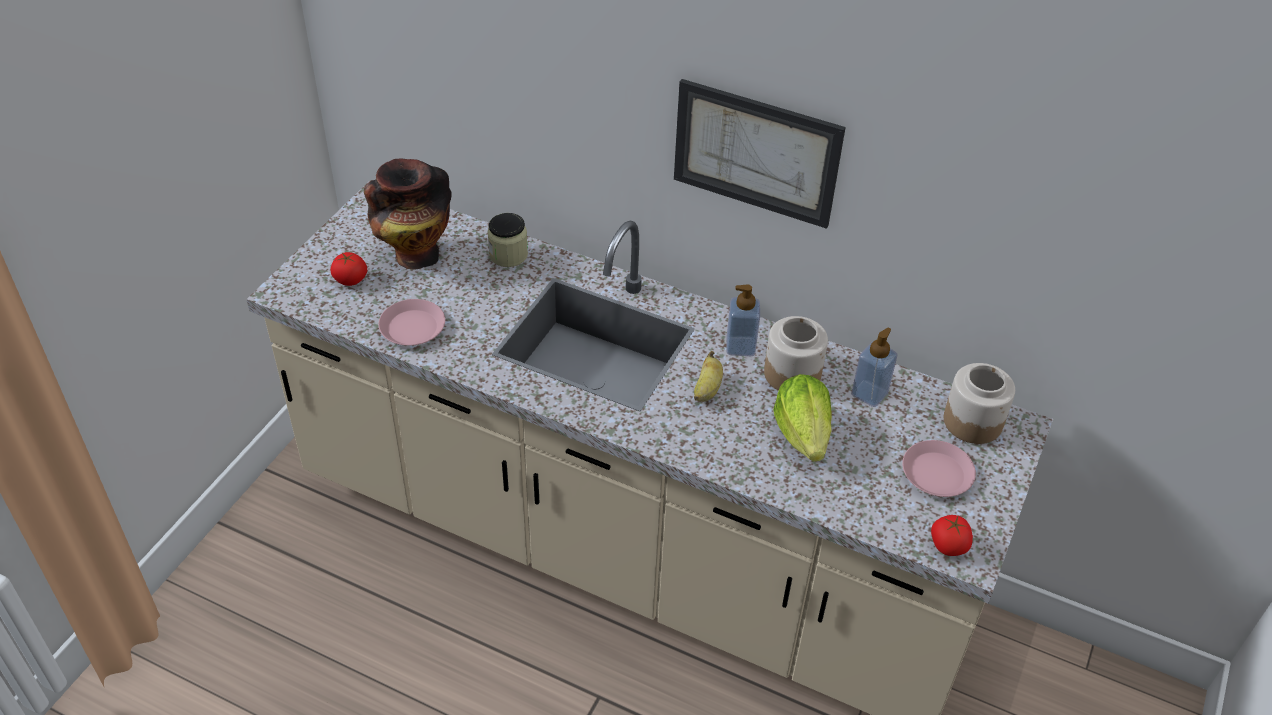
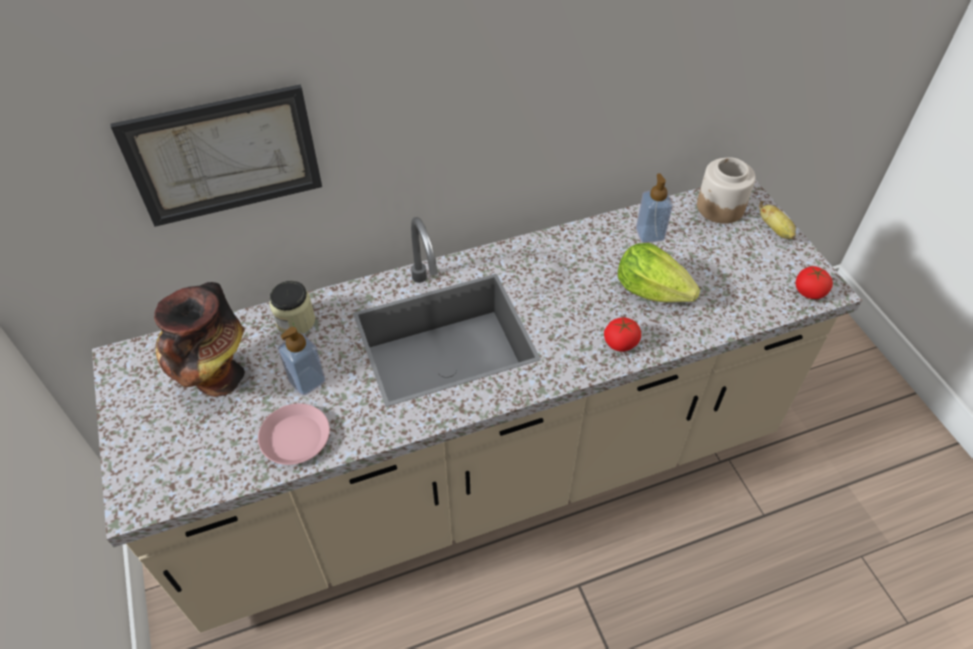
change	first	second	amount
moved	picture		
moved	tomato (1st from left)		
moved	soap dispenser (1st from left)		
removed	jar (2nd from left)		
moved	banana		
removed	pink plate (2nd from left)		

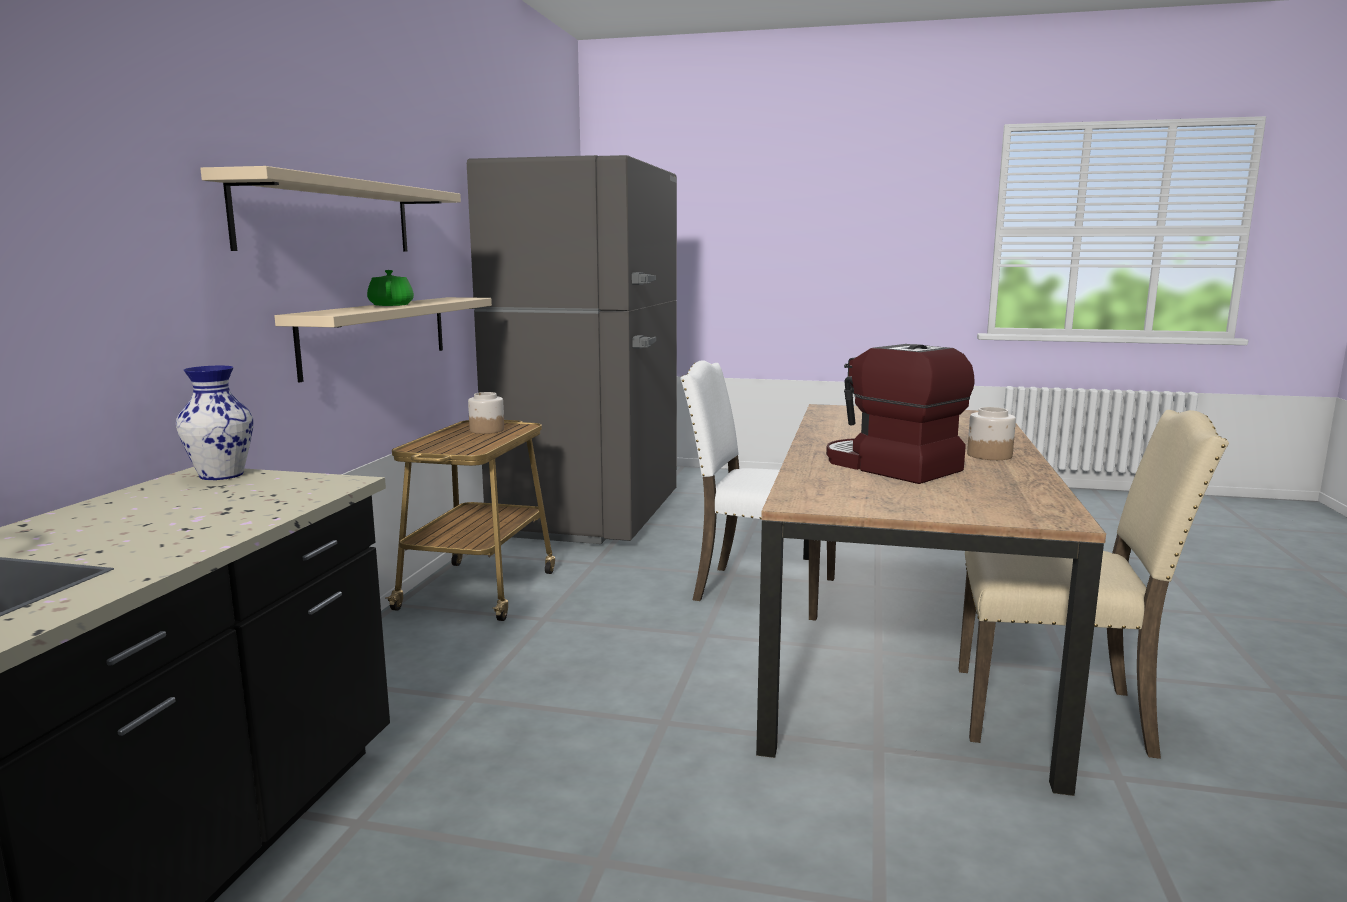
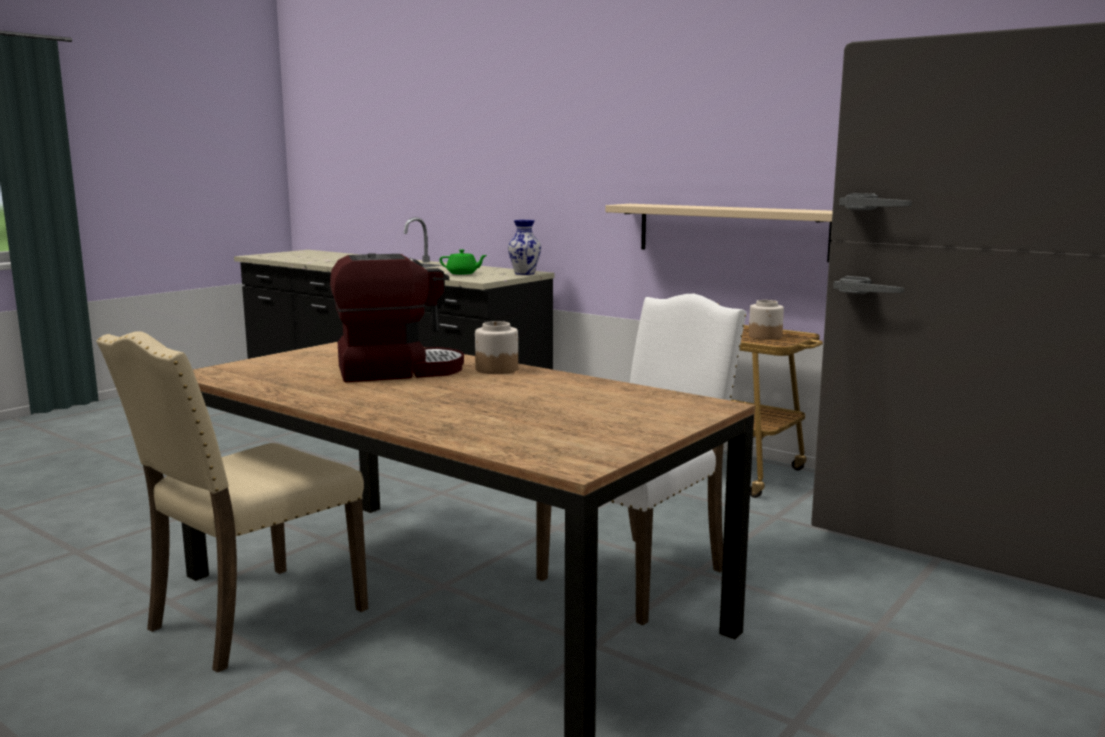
change	first	second	amount
removed	beige shelf (1st from left)		
moved	green teapot		
moved	jar (2nd from left in the first image)	jar (1st from left)	

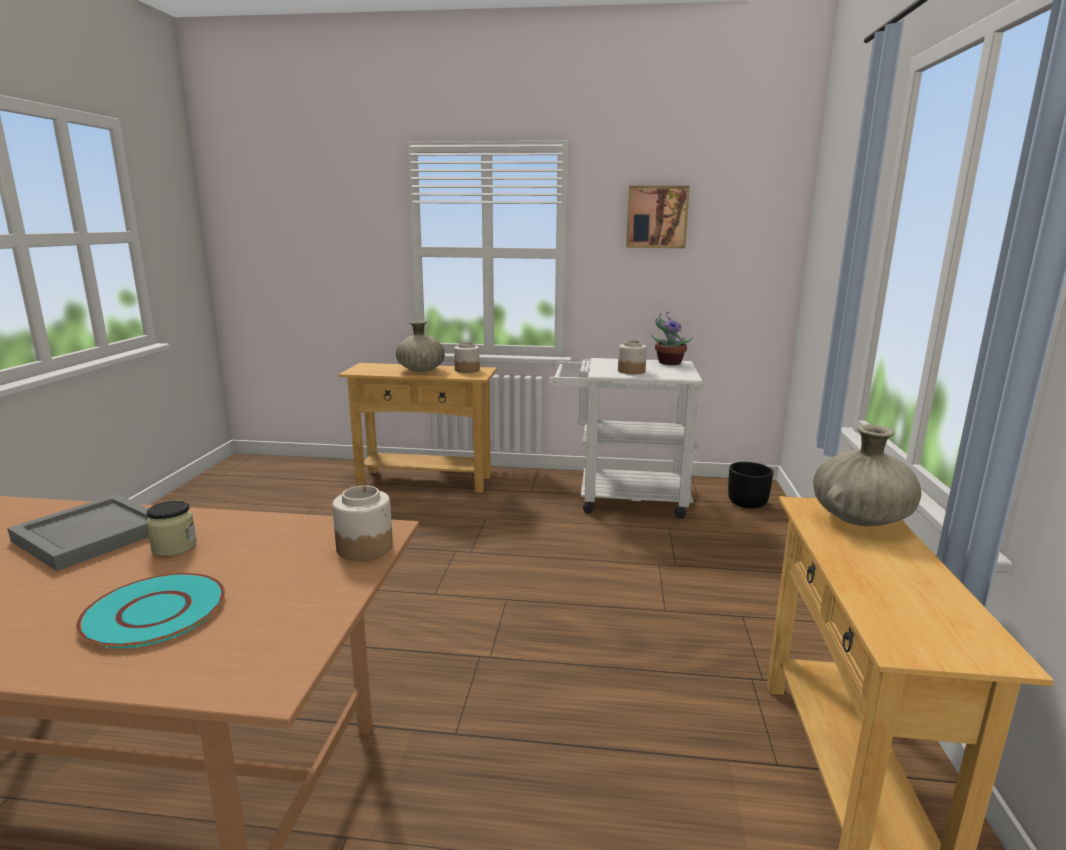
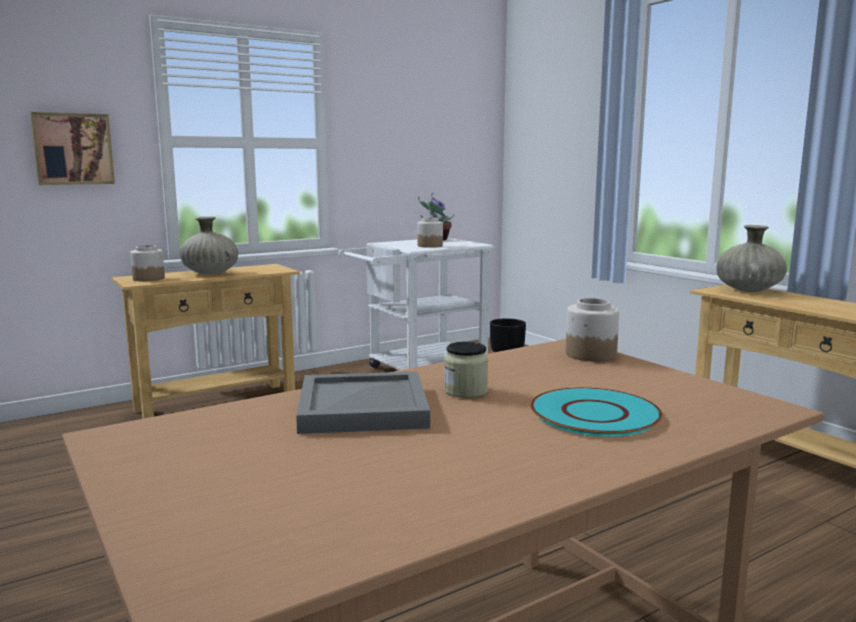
change	first	second	amount
moved	picture		
moved	jar (3rd from left in the first image)	jar (1st from left)	

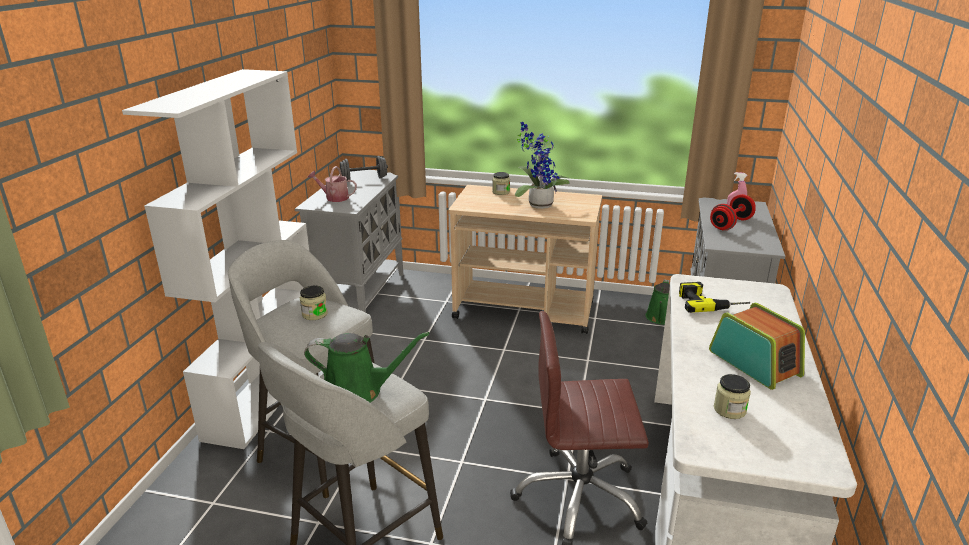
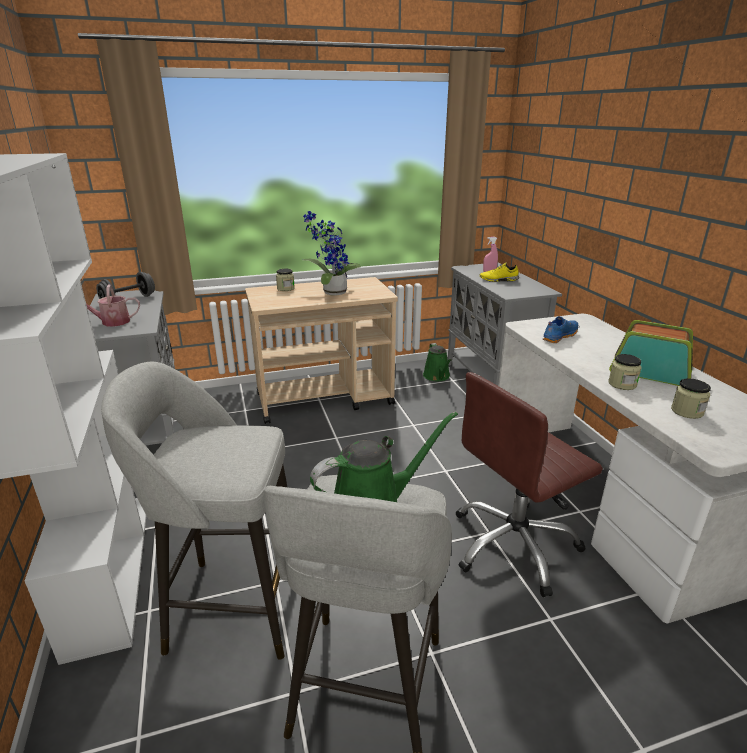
change	first	second	amount
replaced	red dumbbell	yellow shoe	
replaced	power drill	blue shoe	
moved	jar (1st from left in the first image)	jar (2nd from left)	

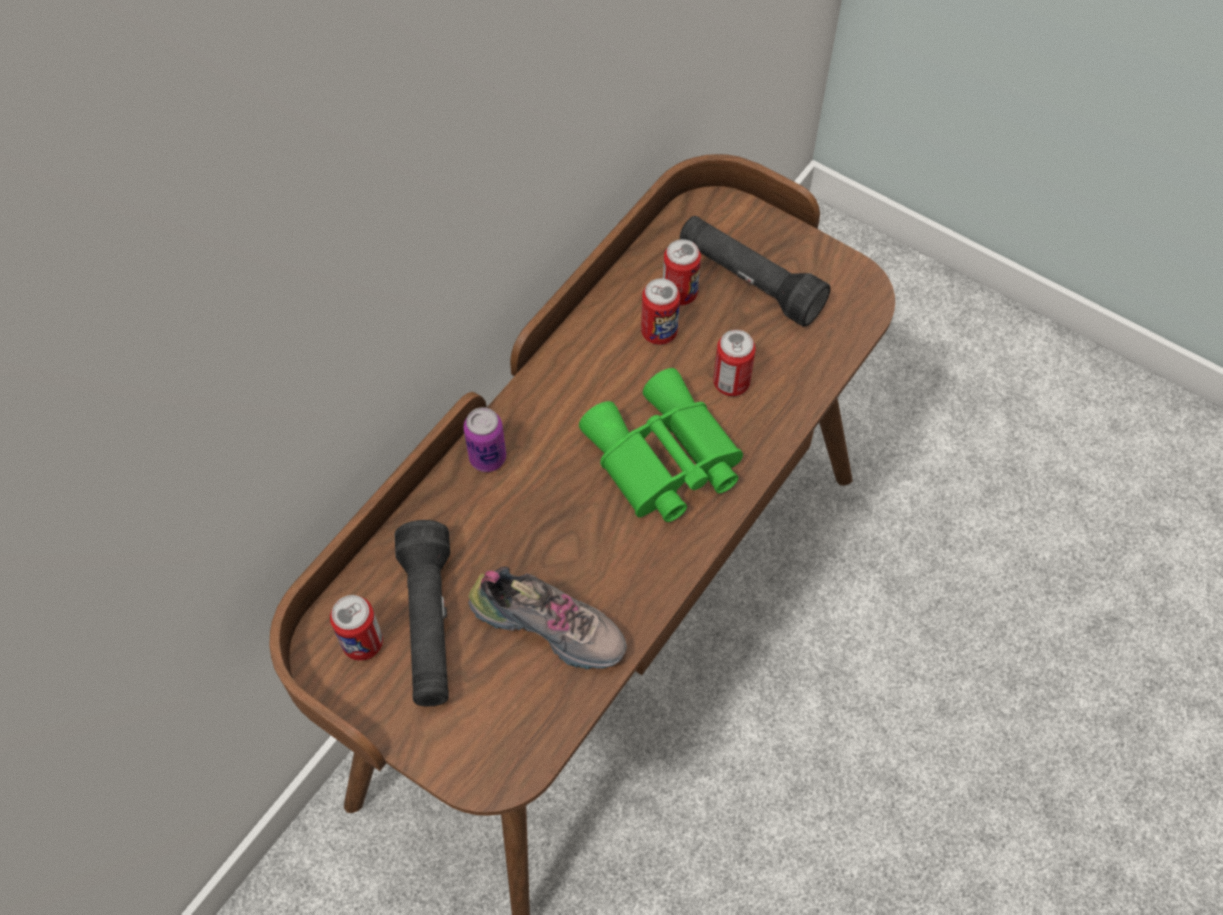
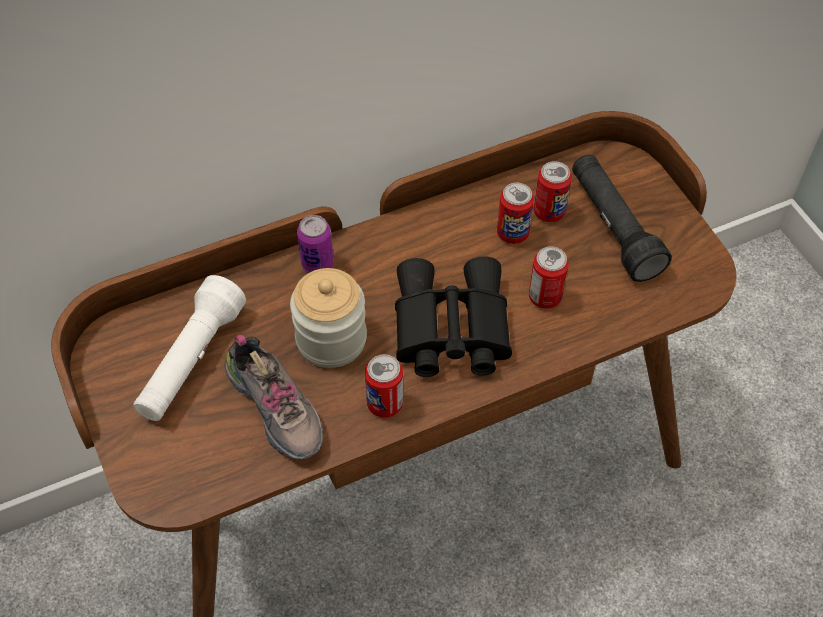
change	first	second	amount
recoloured	green binoculars	black binoculars	
recoloured	black flashlight (1st from left)	white flashlight	
moved	can (1st from left in the first image)	can (2nd from left)	
added		jar	

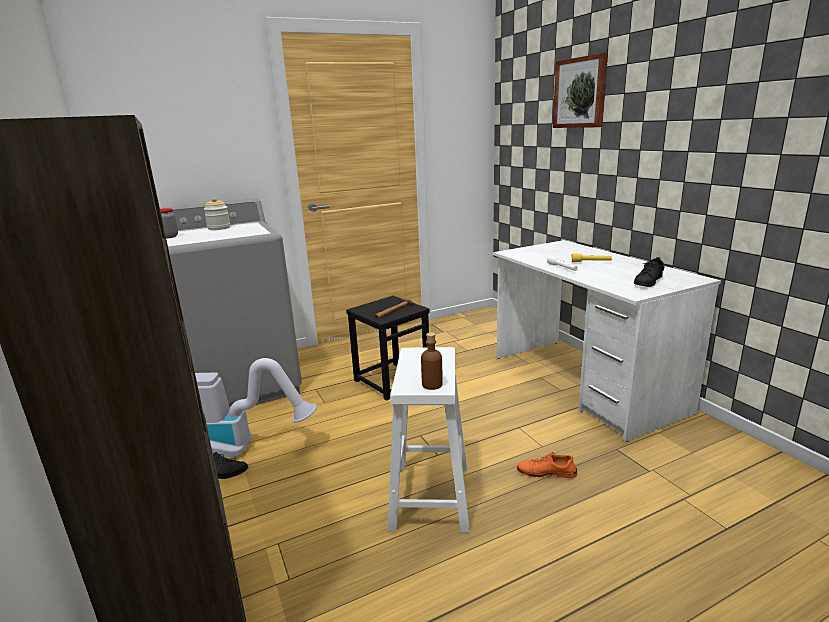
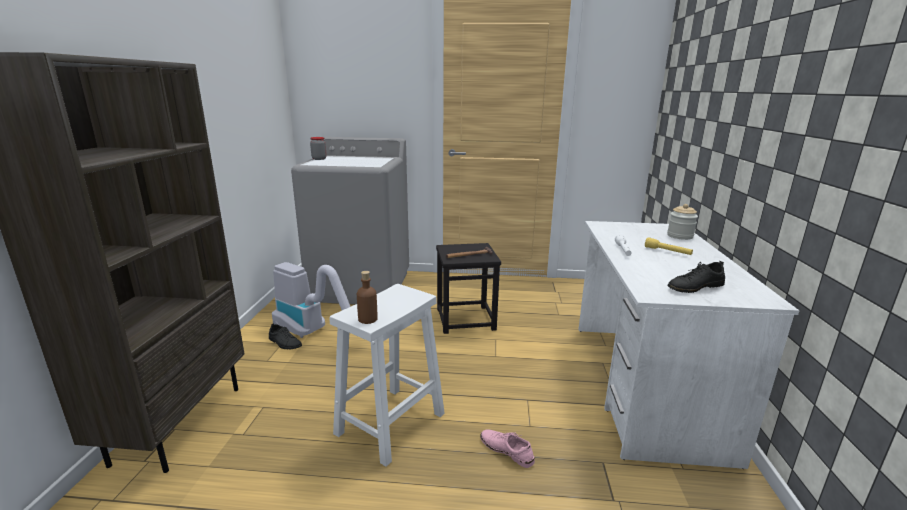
change	first	second	amount
removed	picture		
moved	jar (2nd from left)		
recoloured	orange shoe	pink shoe	

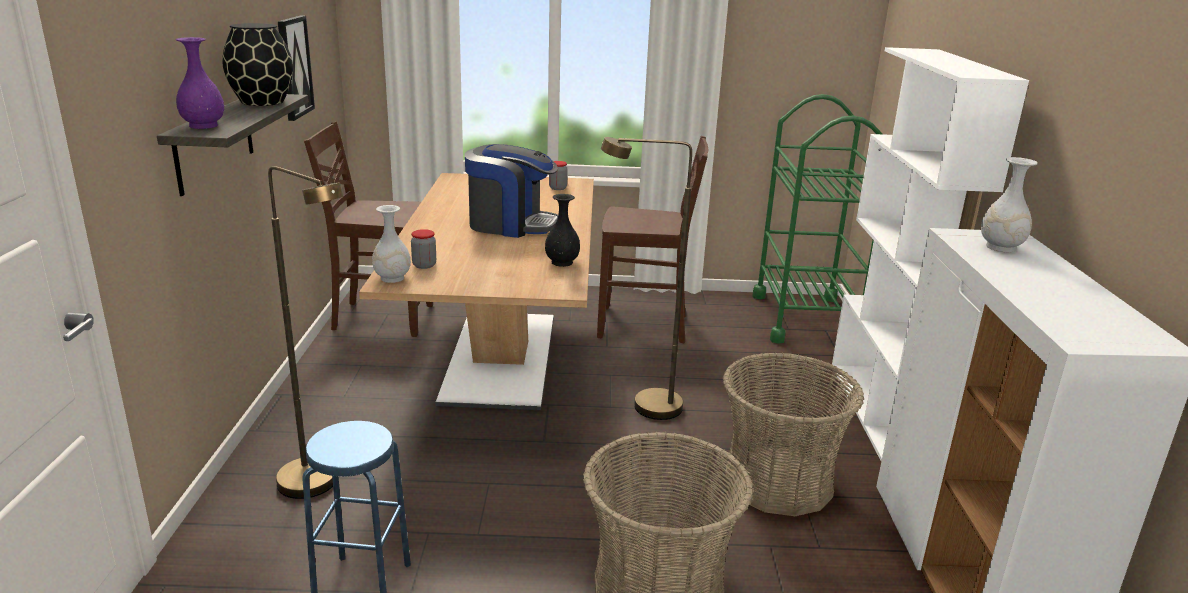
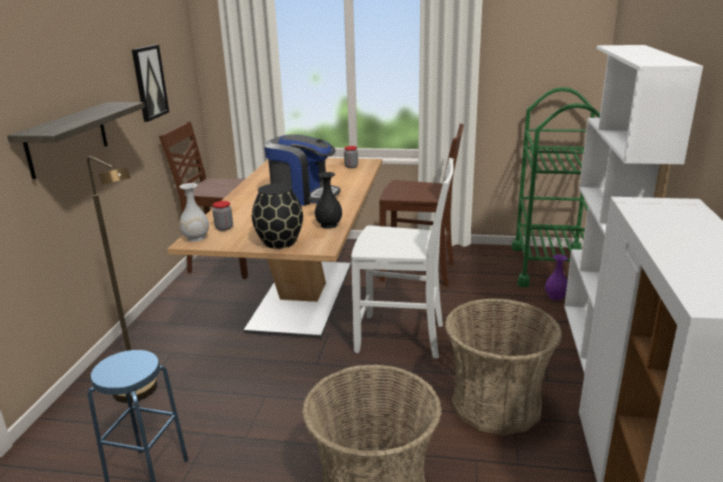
change	first	second	amount
moved	black vase (1st from left)		
moved	purple vase		
replaced	brown floor lamp (2nd from left)	white chair	
removed	white vase (2nd from left)		

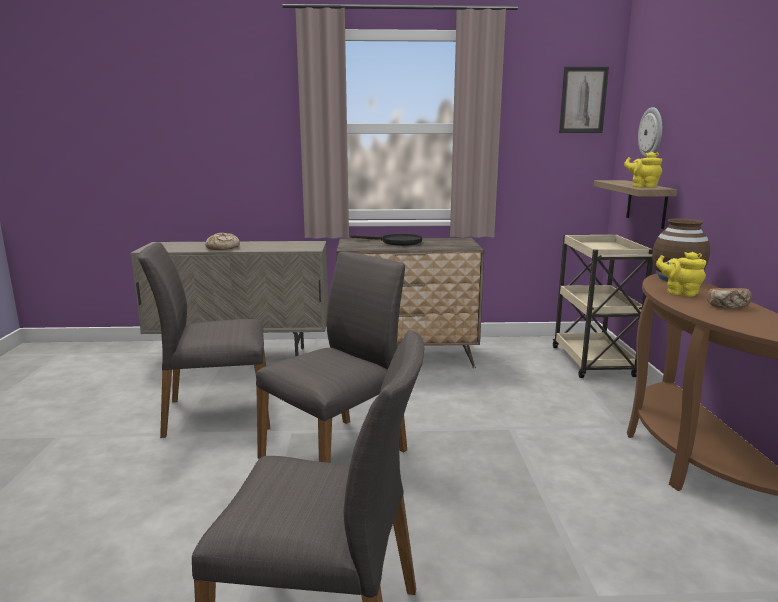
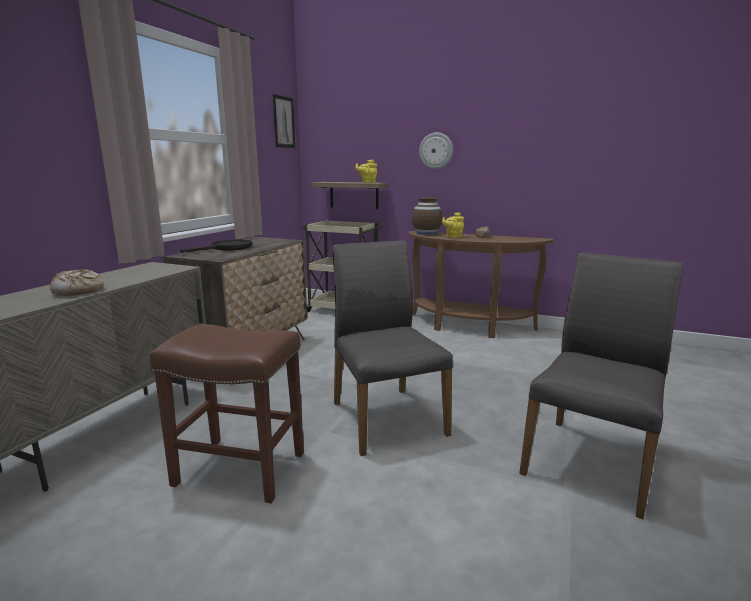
change	first	second	amount
moved	wall clock		
replaced	grey chair (1st from left)	brown stool	

